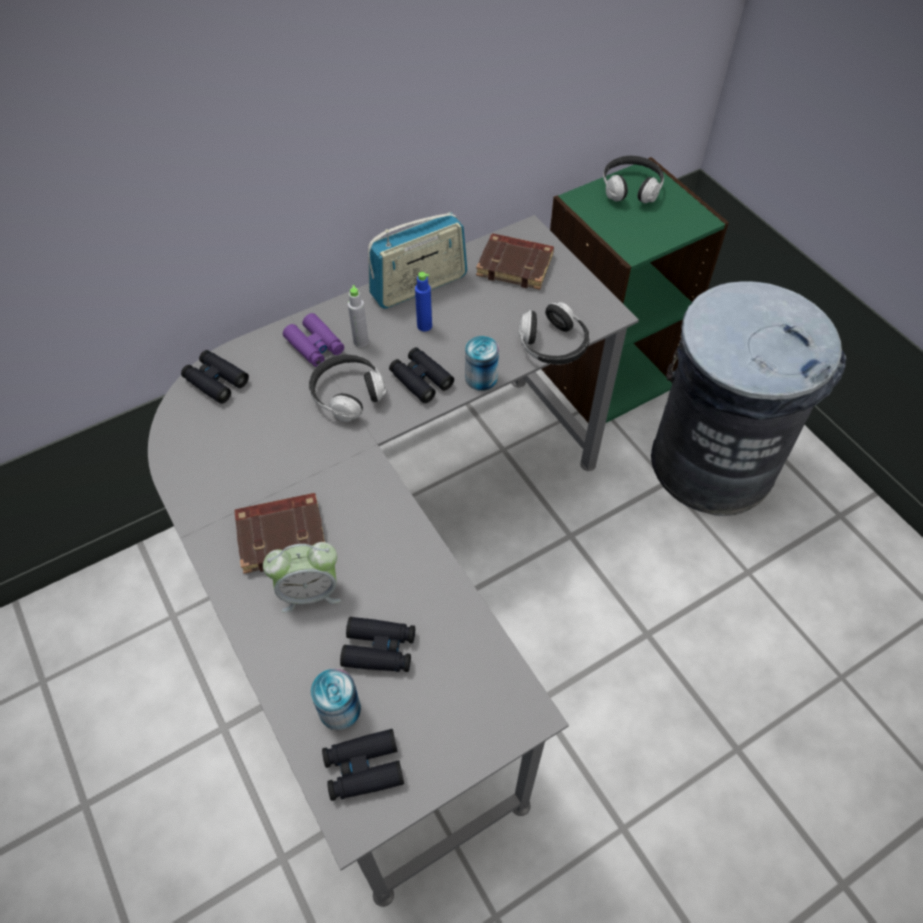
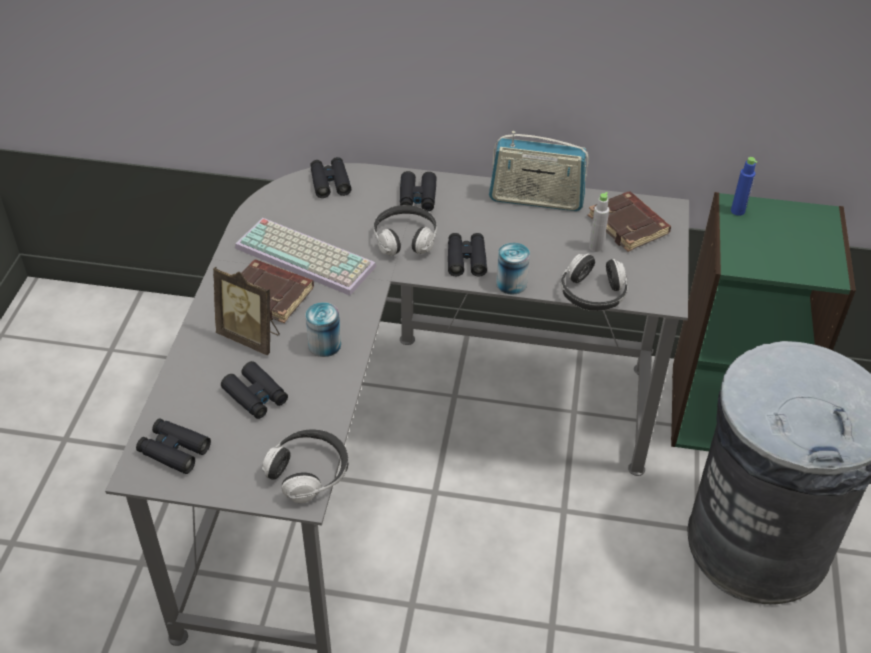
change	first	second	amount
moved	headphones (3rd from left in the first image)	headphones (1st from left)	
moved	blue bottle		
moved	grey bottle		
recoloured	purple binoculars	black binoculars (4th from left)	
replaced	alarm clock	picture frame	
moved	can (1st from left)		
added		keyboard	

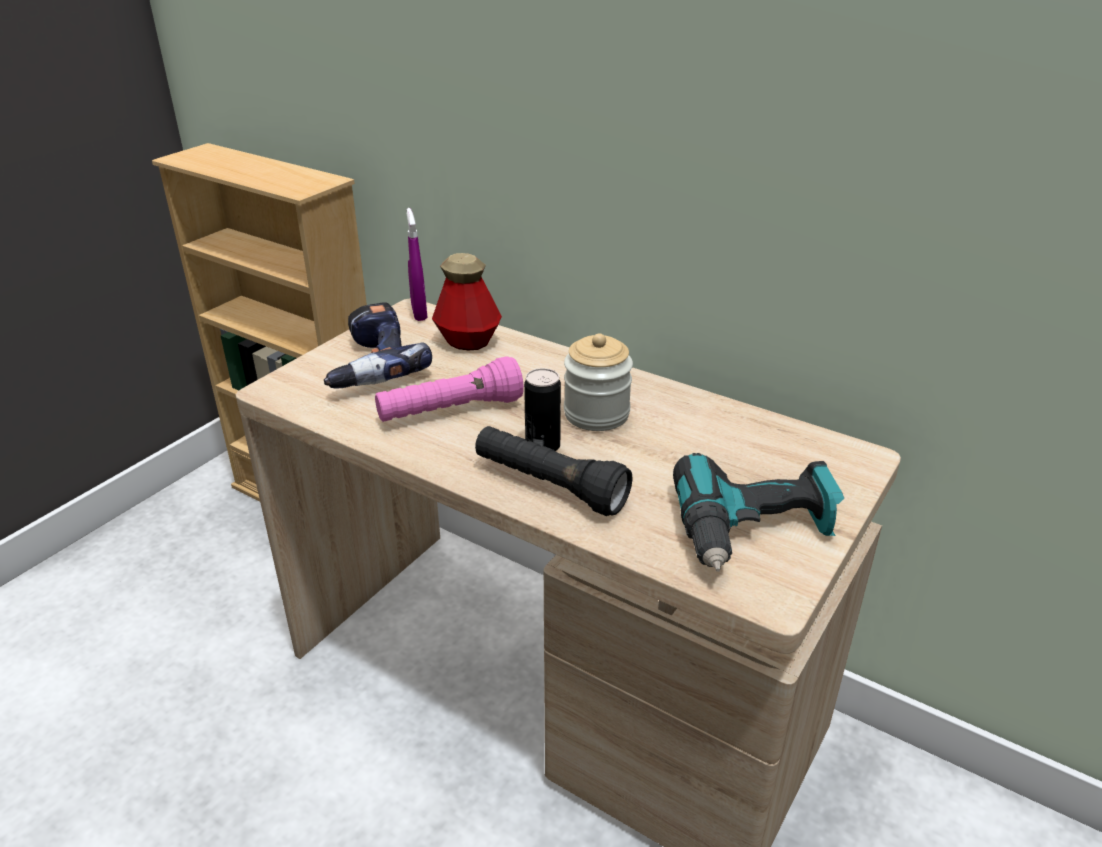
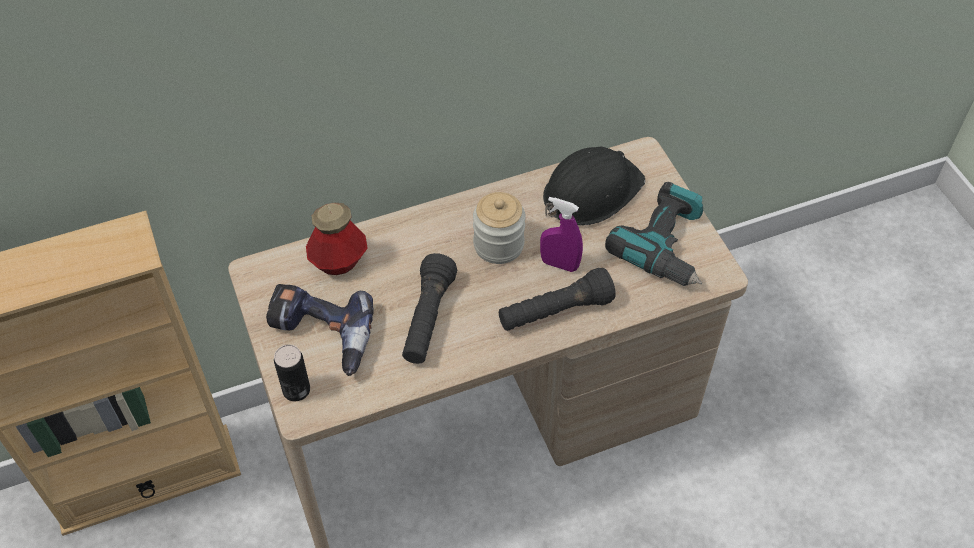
change	first	second	amount
moved	purple spray bottle		
recoloured	pink flashlight	black flashlight (1st from left)	
moved	can		
added		black hard hat	

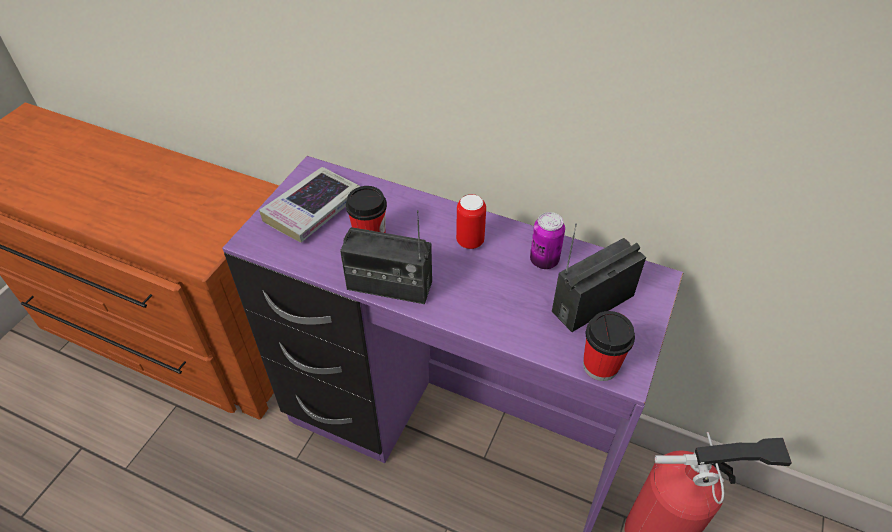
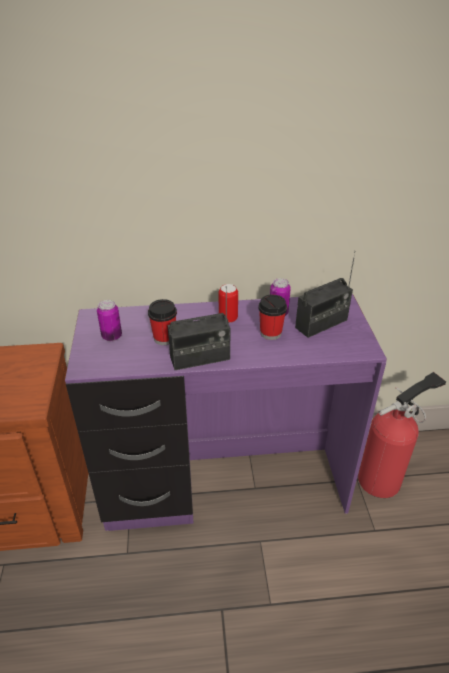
change	first	second	amount
replaced	book	can (1st from left)	
turned	radio (2nd from left)		150 degrees counterclockwise
moved	cup (2nd from left)		

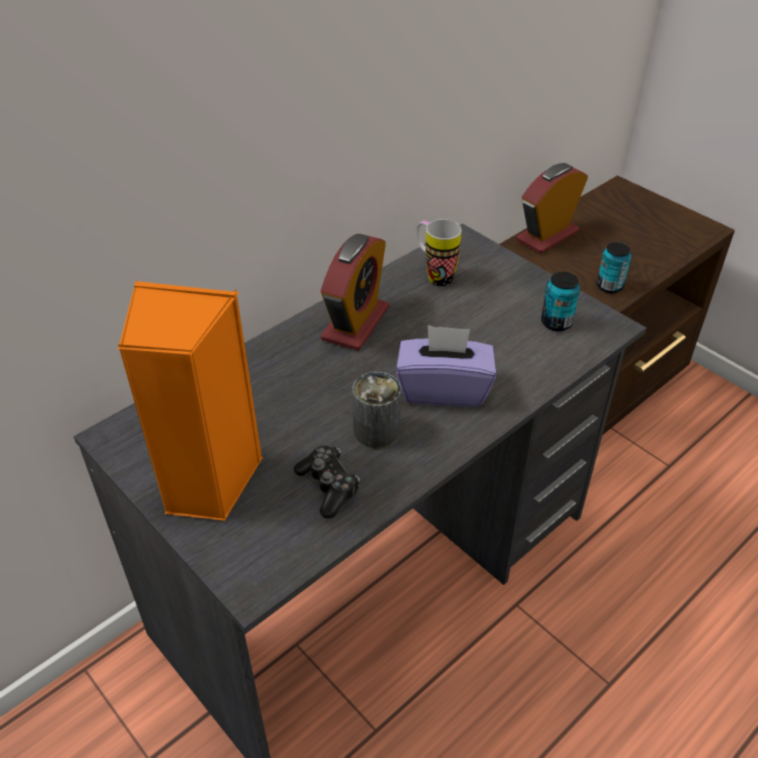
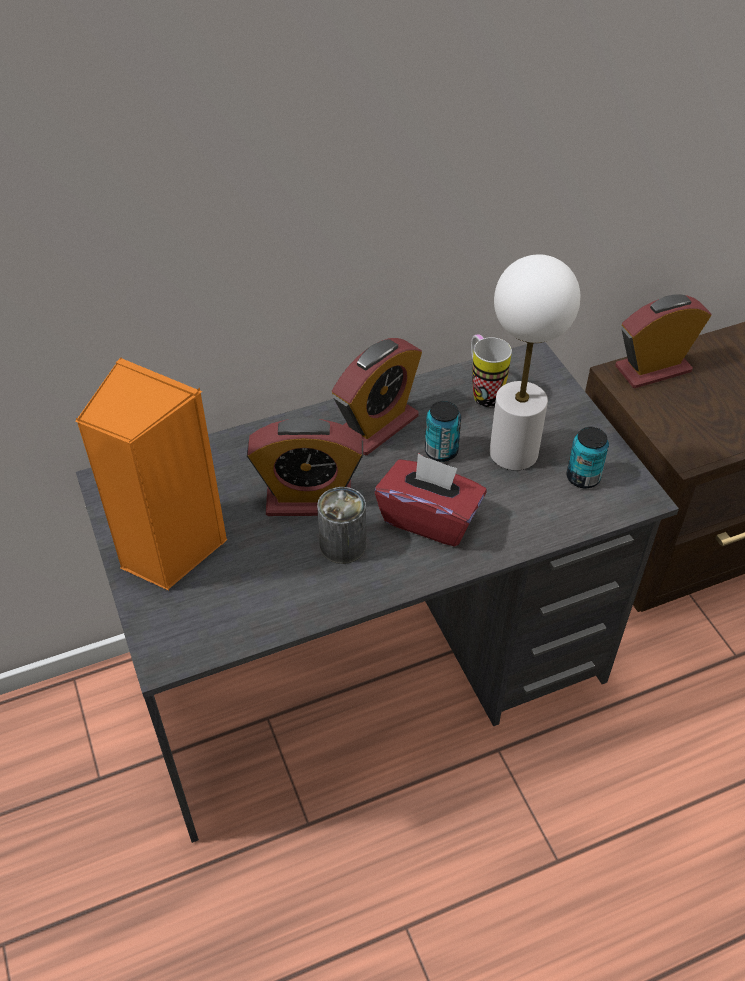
change	first	second	amount
moved	can (3rd from left in the first image)	can (2nd from left)	
recoloured	purple tissue box	red tissue box	
removed	game controller		
added		white table lamp	
added		alarm clock (1st from left)	

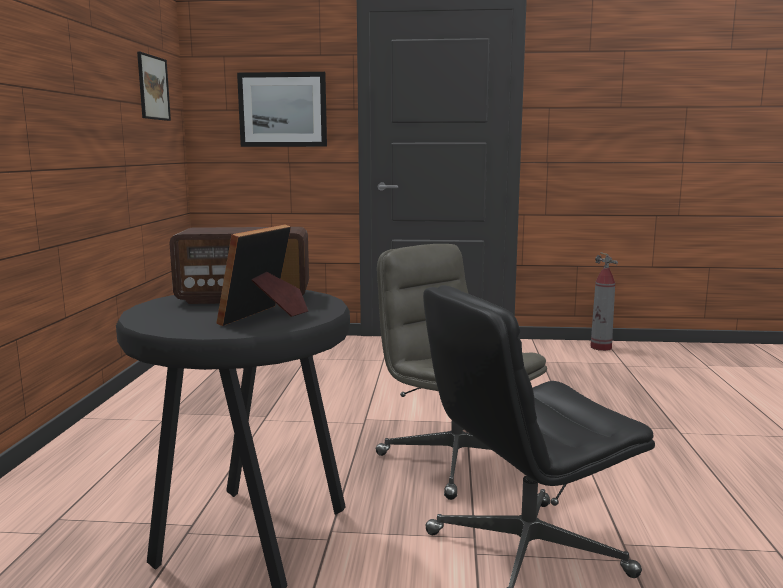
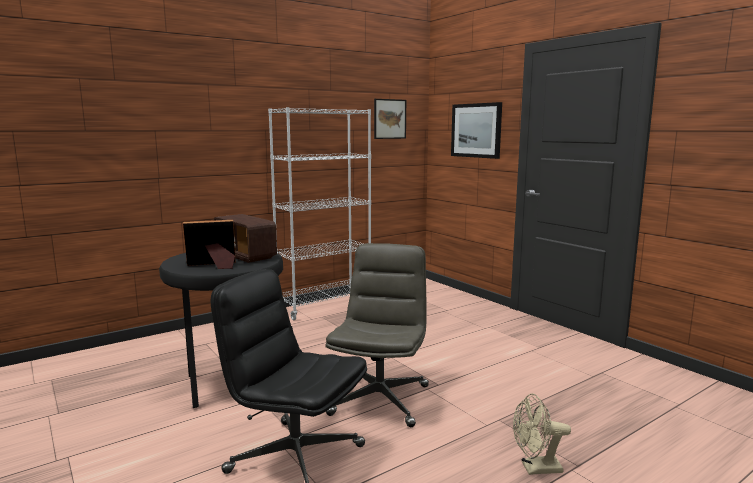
change	first	second	amount
removed	fire extinguisher		
added		white bookcase	
added		beige fan	

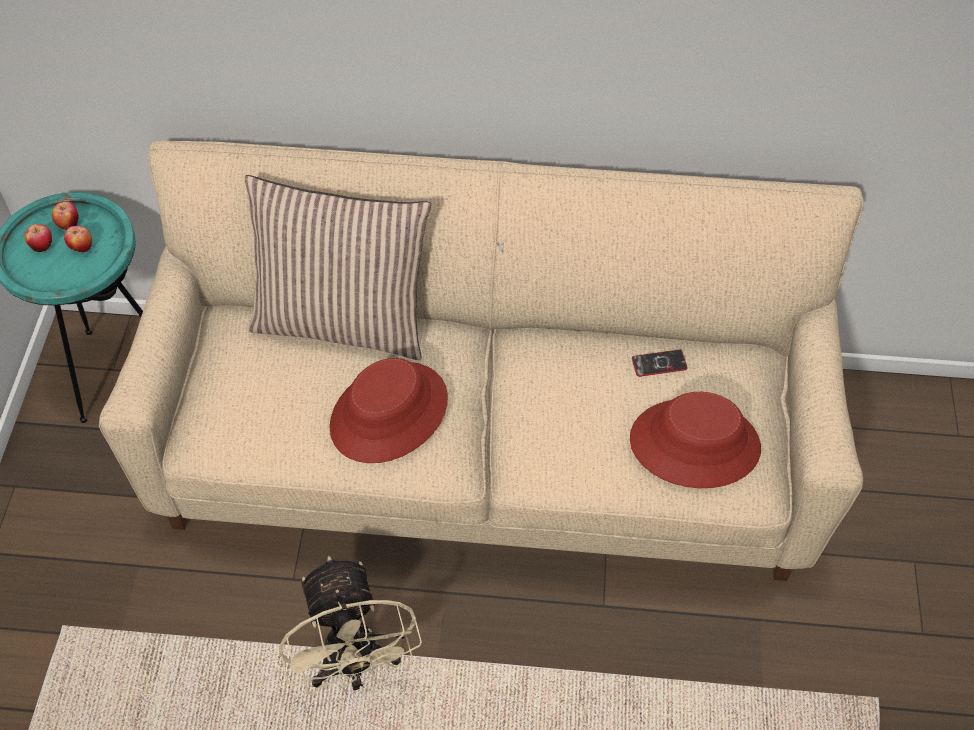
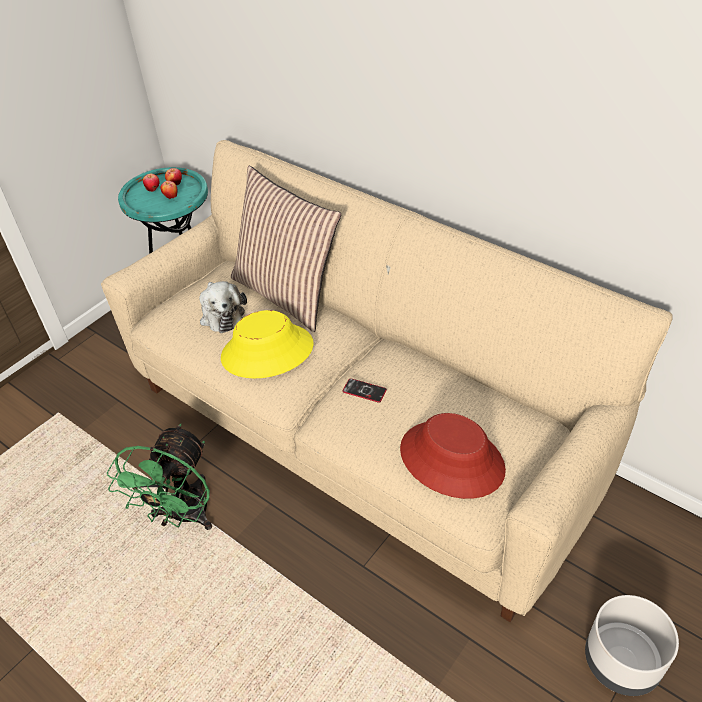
change	first	second	amount
moved	phone		
recoloured	red hat (1st from left)	yellow hat	
recoloured	beige fan	green fan	
added		plush toy	
added		grey planter	

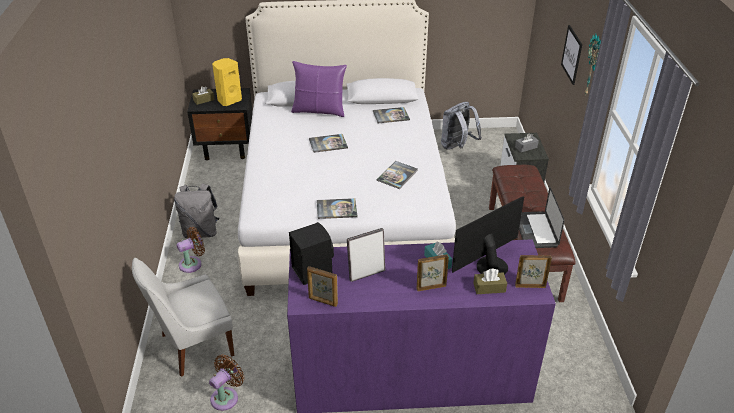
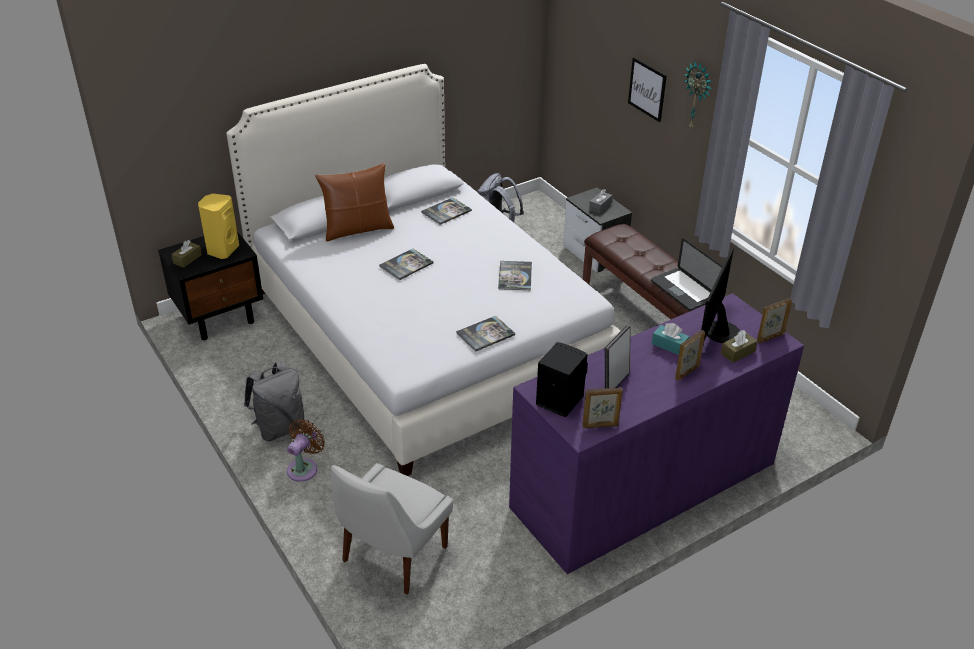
change	first	second	amount
recoloured	purple pillow	brown pillow	
removed	brown fan (2nd from left)		

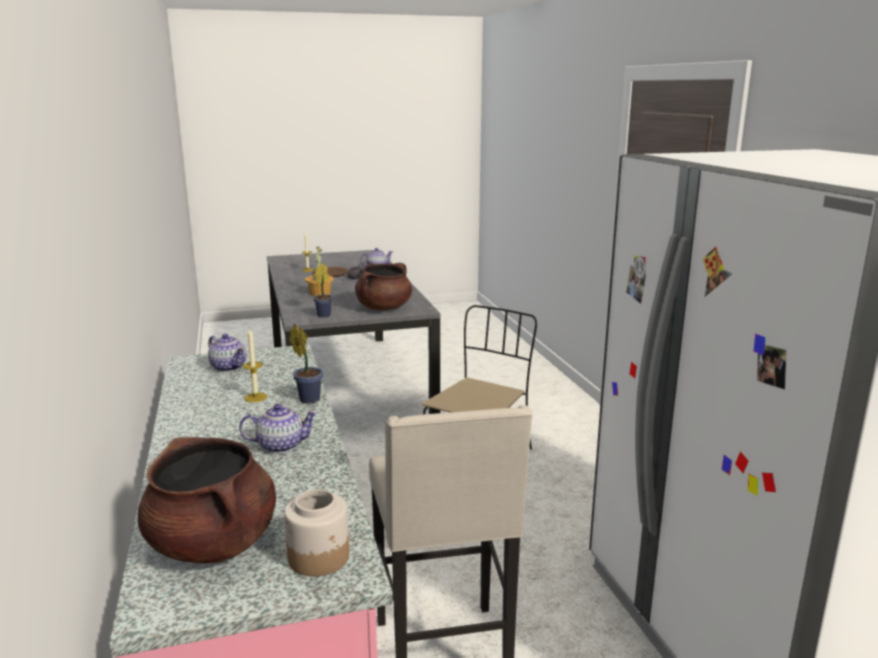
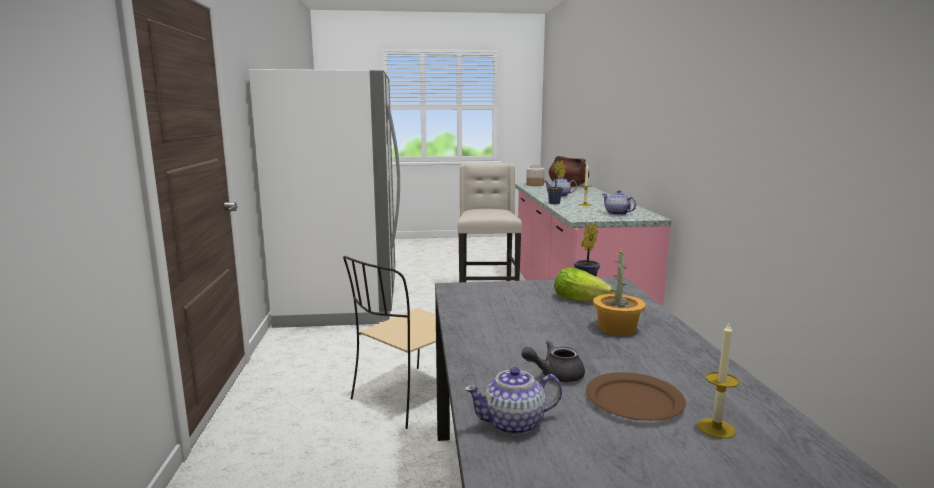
change	first	second	amount
removed	brown cooking pot (2nd from left)		
added		lettuce	

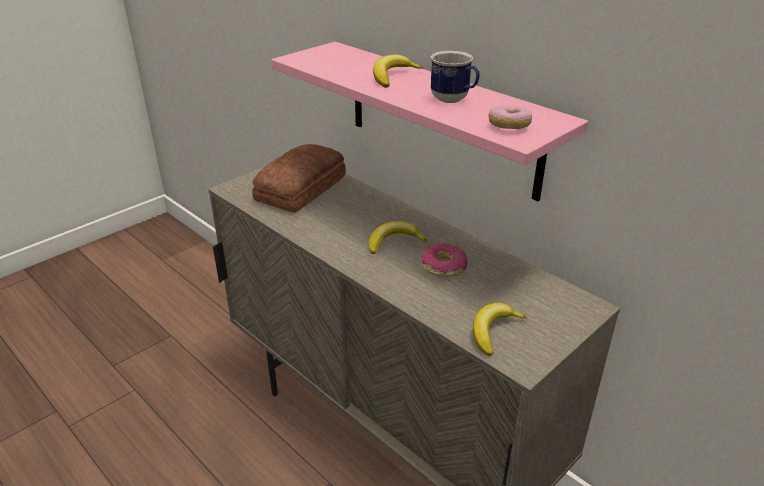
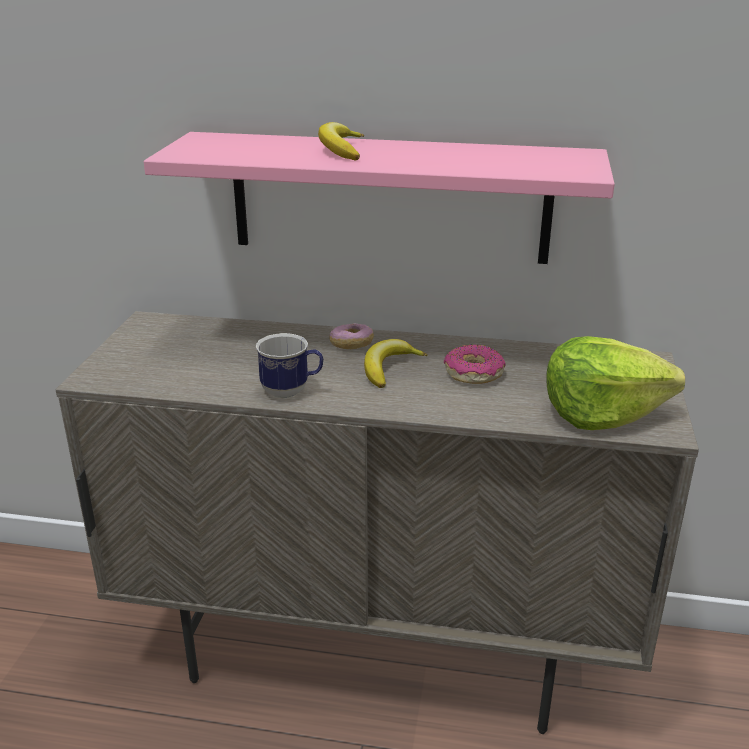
change	first	second	amount
moved	mug		
moved	donut (2nd from left in the first image)	donut (1st from left)	
removed	bread		
replaced	banana (3rd from left)	lettuce	

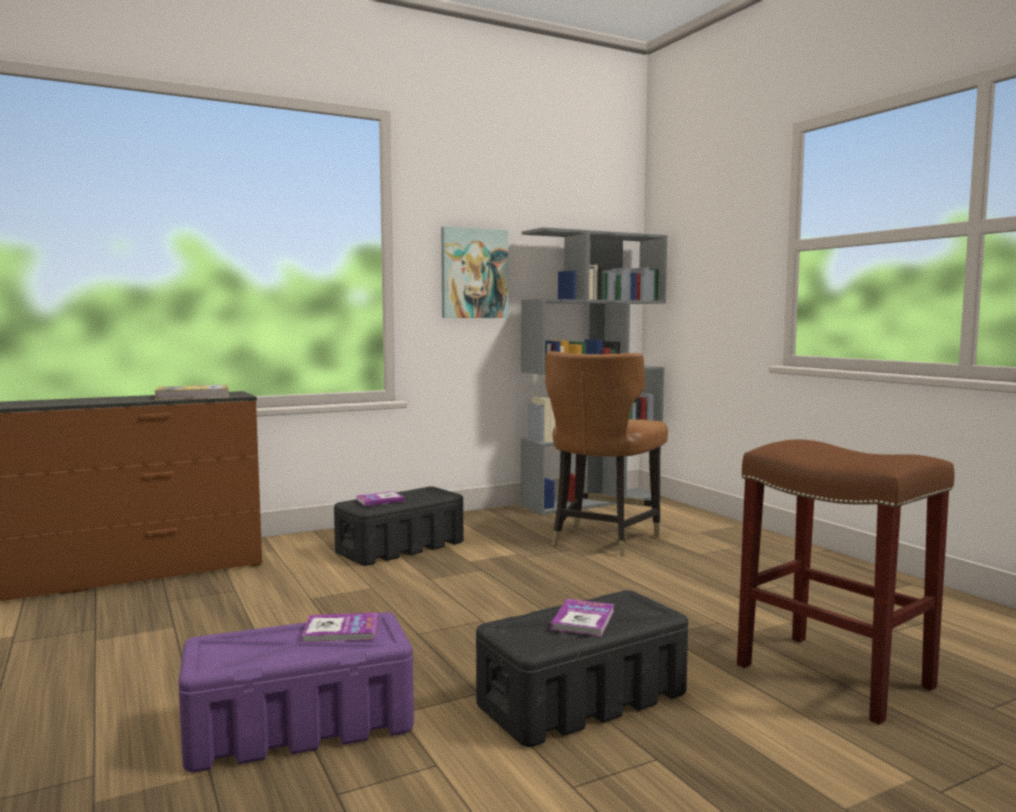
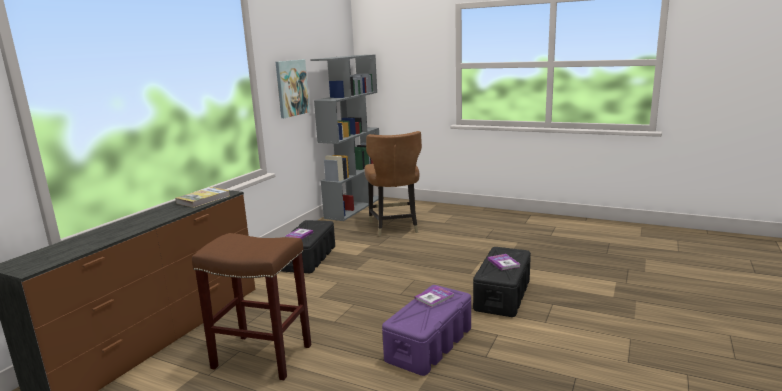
change	first	second	amount
moved	brown stool		

